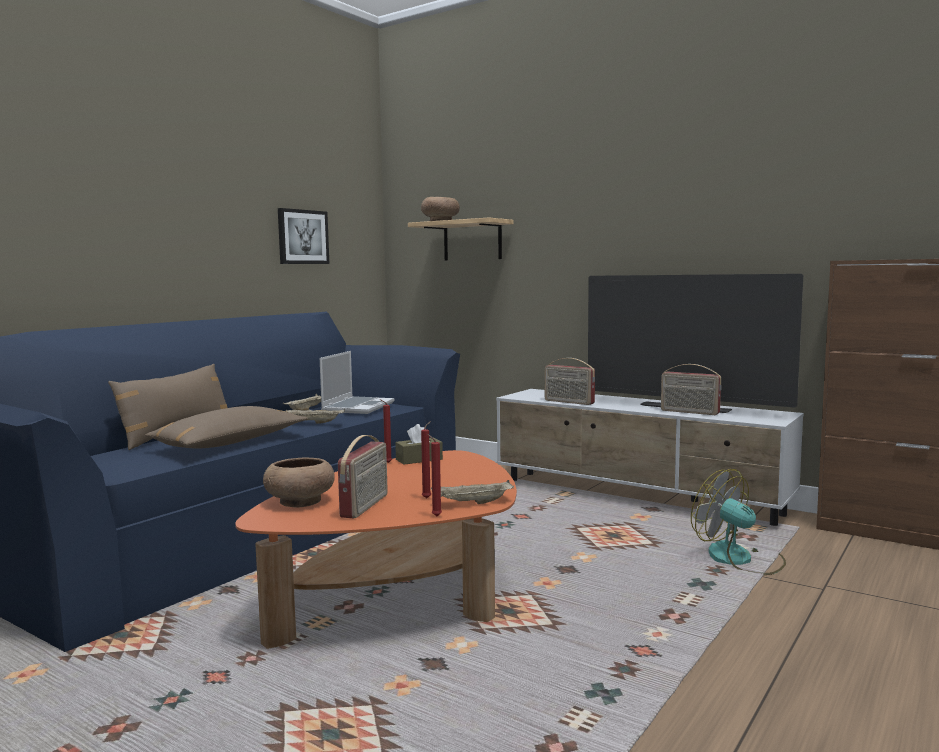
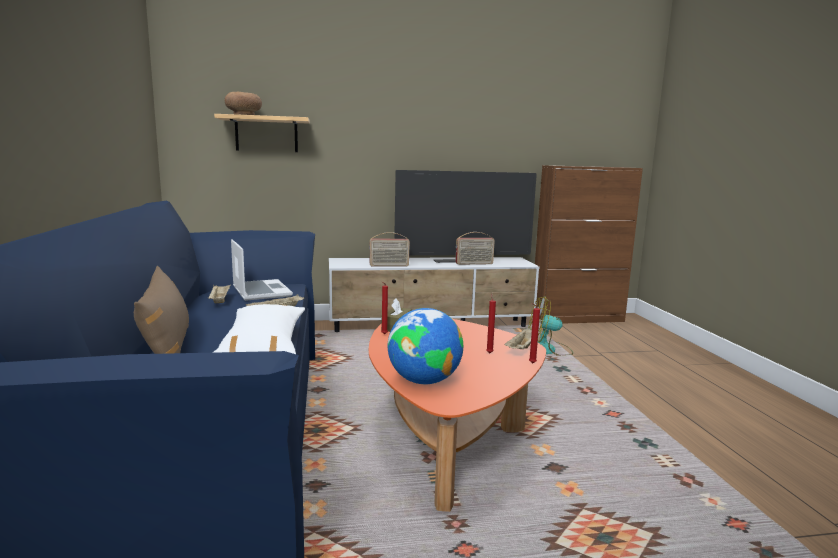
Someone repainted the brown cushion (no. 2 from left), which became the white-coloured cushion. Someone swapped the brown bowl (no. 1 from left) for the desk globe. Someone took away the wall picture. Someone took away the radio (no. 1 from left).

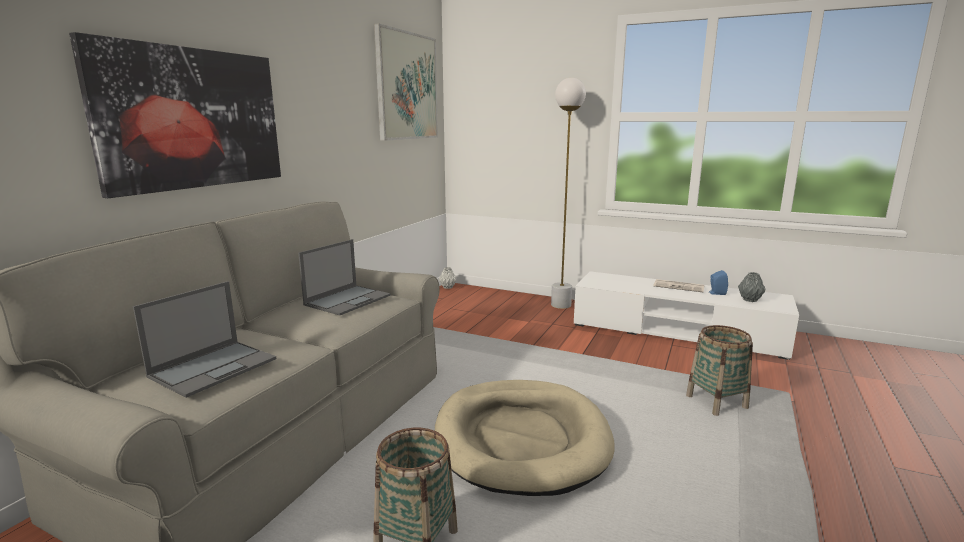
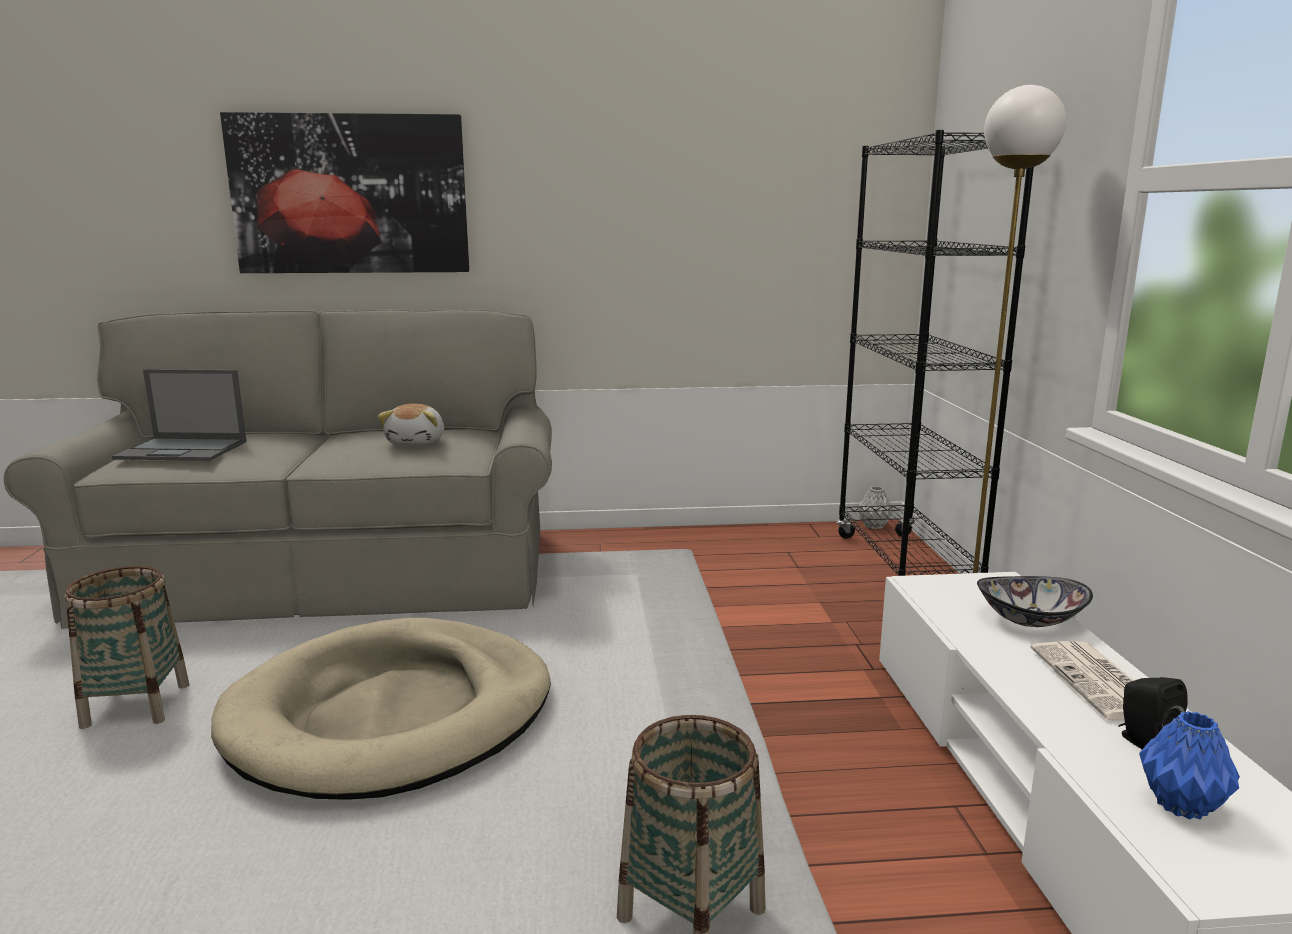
Someone swapped the portable computer (no. 2 from left) for the plush toy. Someone put down the black shelving unit. Someone put down the bowl. Someone repainted the blue-coloured speaker, which became the black speaker. Someone repainted the greyish decorative vase (no. 2 from left), which became the blue-coloured decorative vase. Someone took away the wall picture (no. 2 from left).

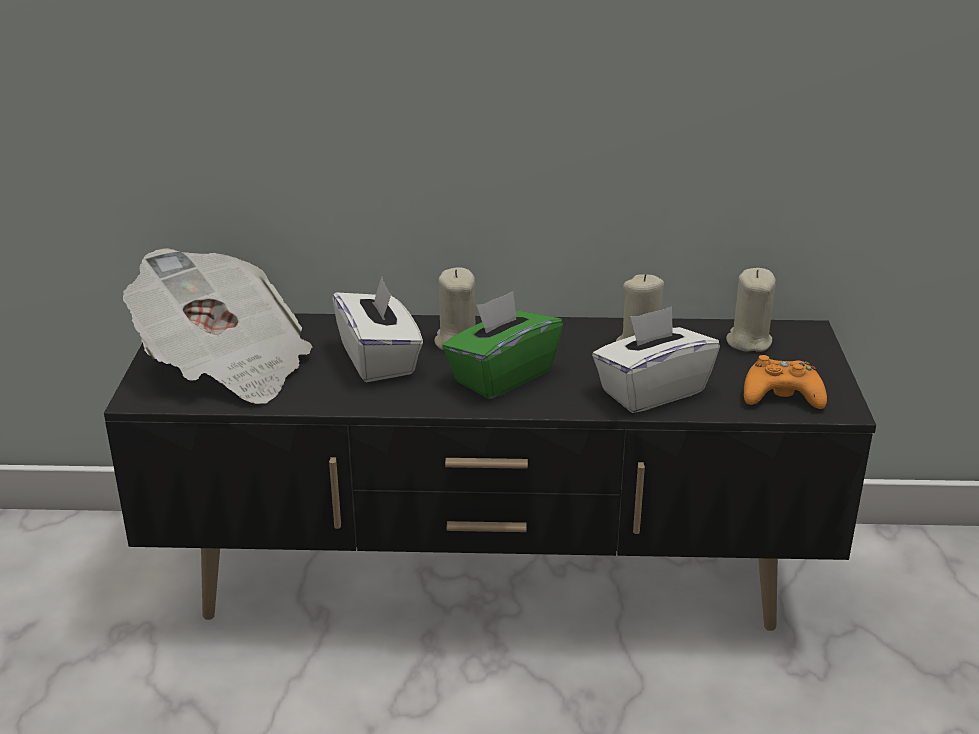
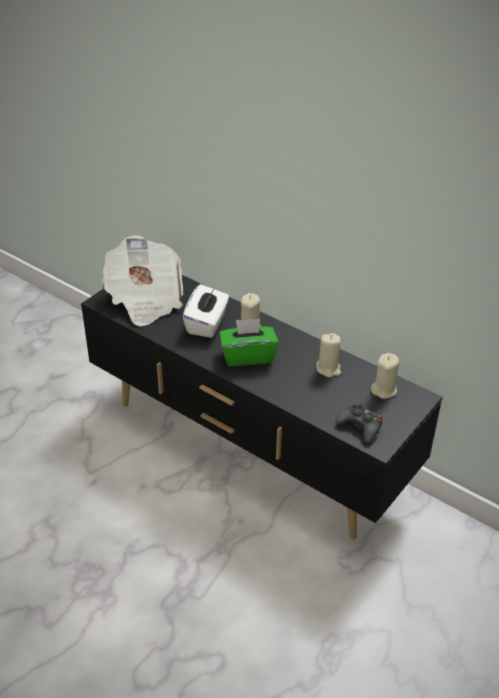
Someone repainted the orange gamepad, which became the black gamepad. Someone took away the white-coloured tissue holder (no. 2 from left).

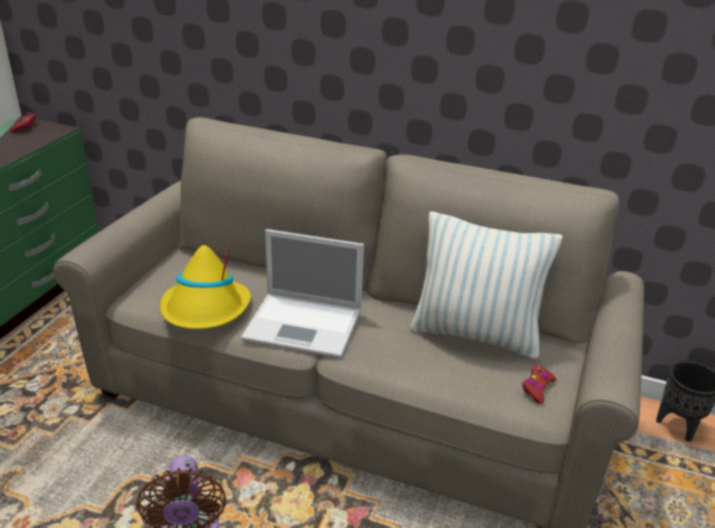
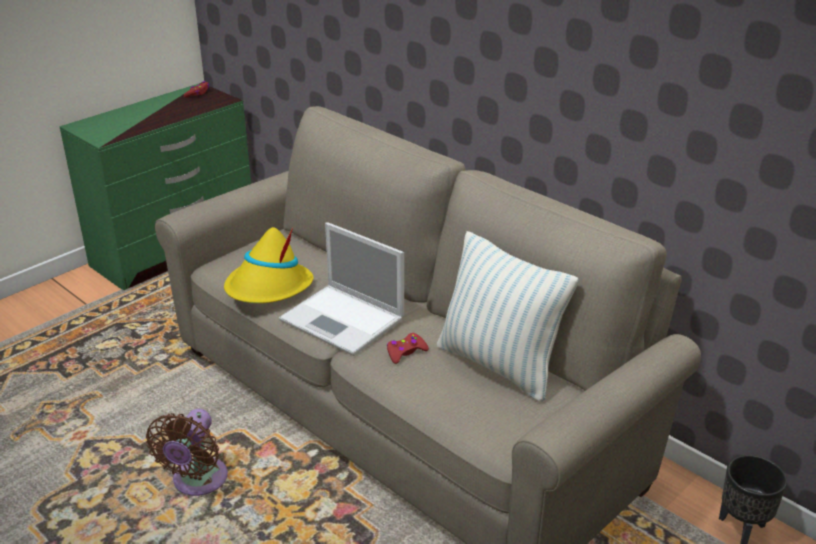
Someone carried the red-coloured gamepad (no. 2 from left).

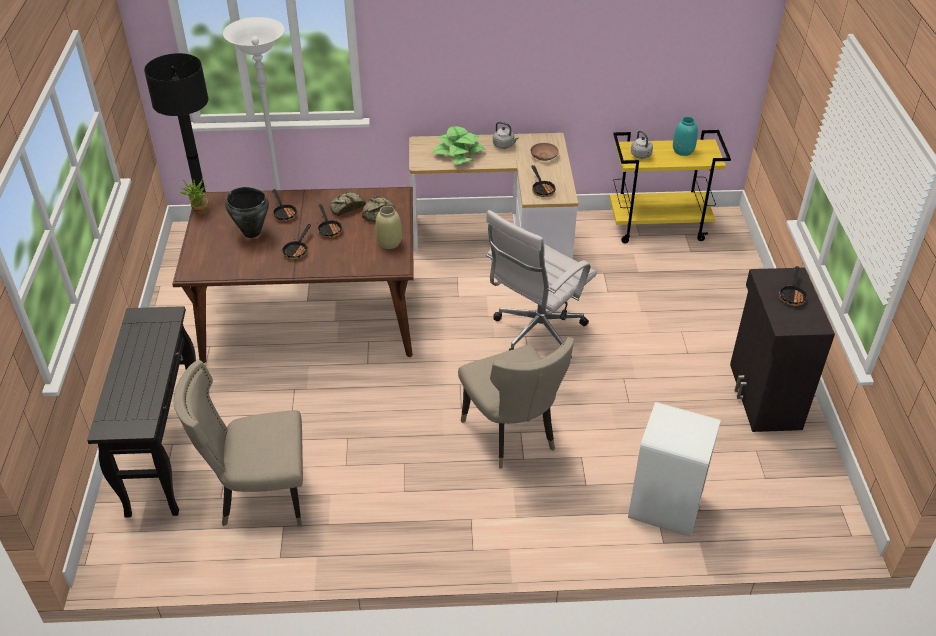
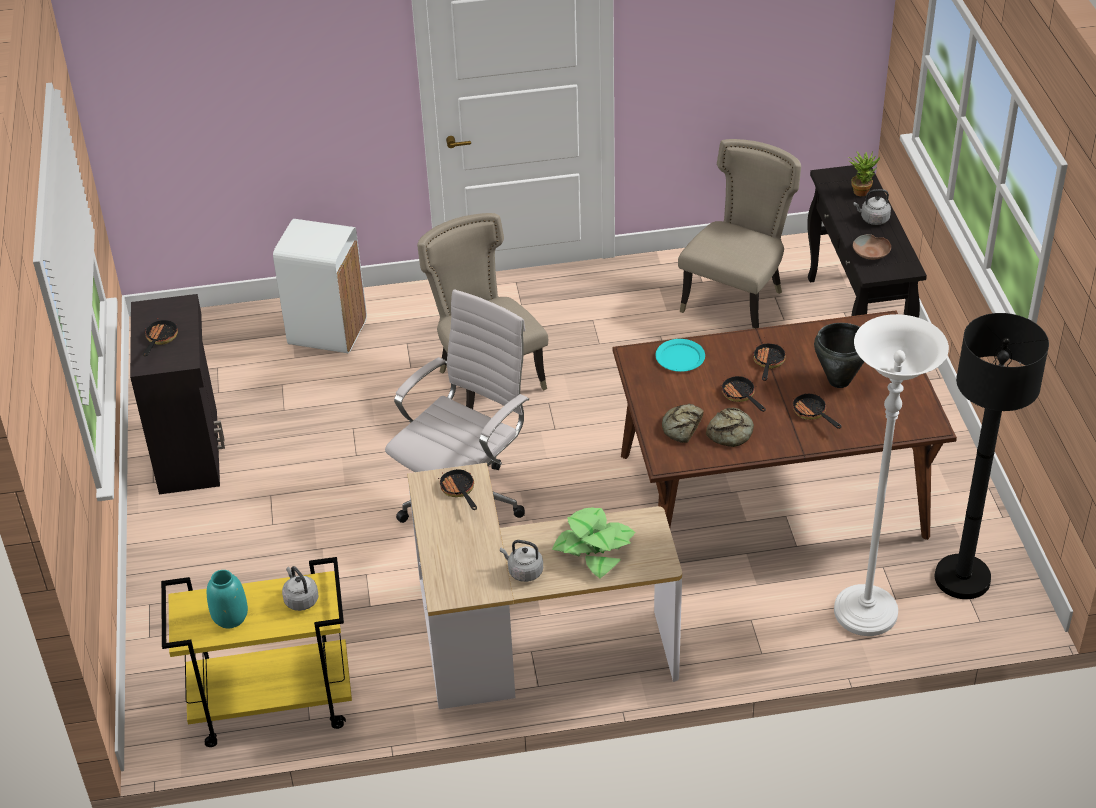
Someone put down the turquoise-coloured plate. Someone rotated the beige upright chair (no. 1 from left in the first image) by 45 degrees counterclockwise. Someone carried the plant in a pot (no. 1 from left in the first image). Someone carried the brown bowl. Someone put down the greyish tea kettle (no. 3 from left). Someone took away the beige decorative vase.

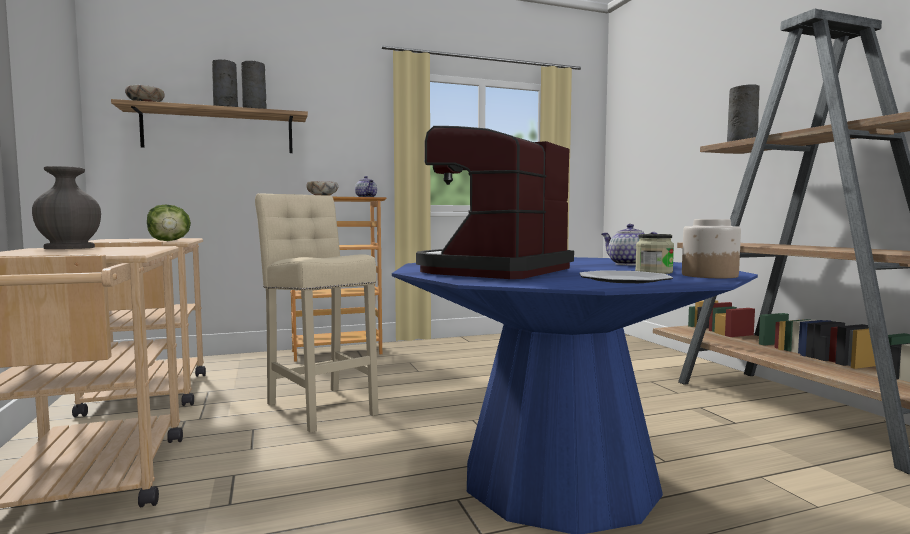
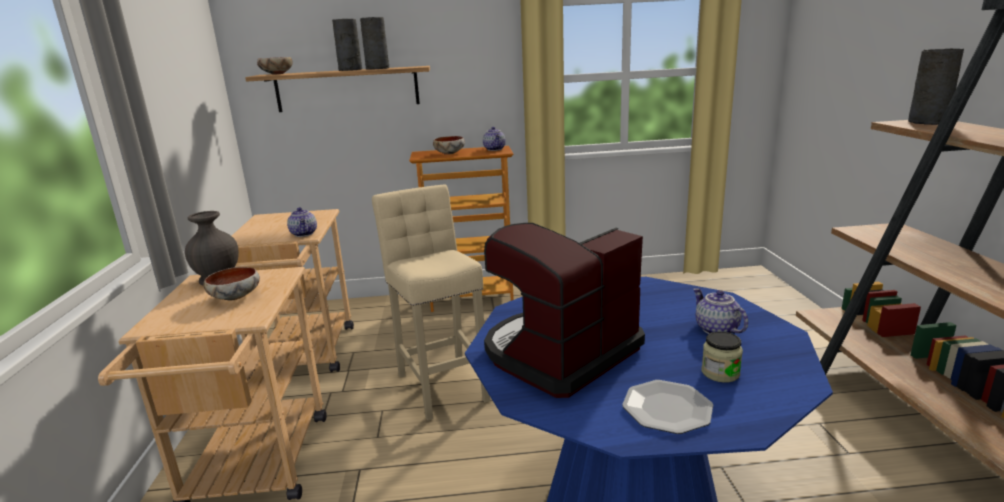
Someone put down the bowl (no. 1 from left). Someone swapped the lettuce head for the tea pot (no. 1 from left). Someone took away the preserve jar (no. 2 from left).

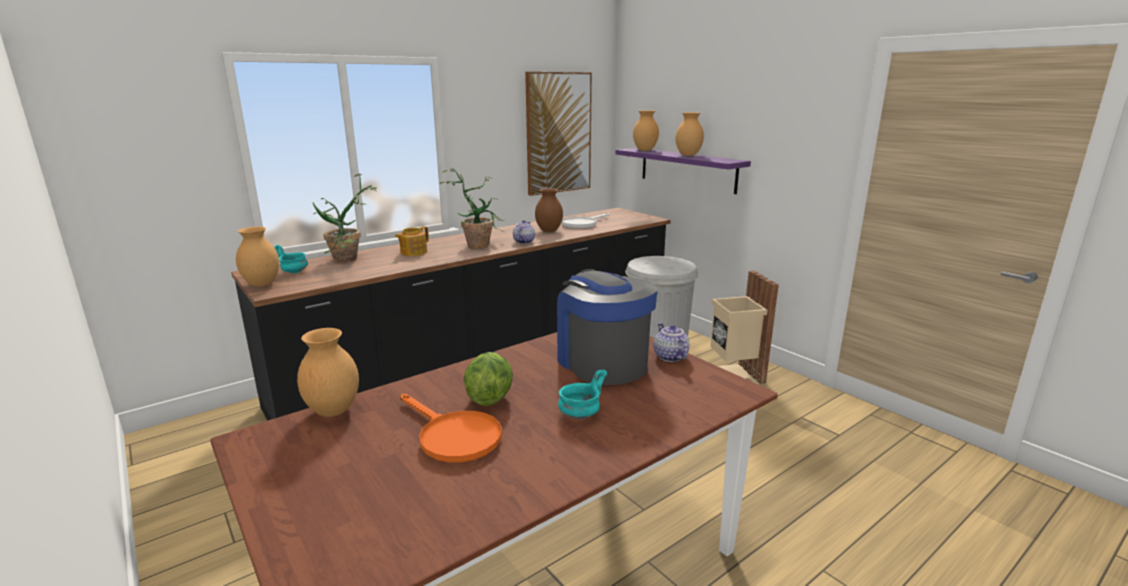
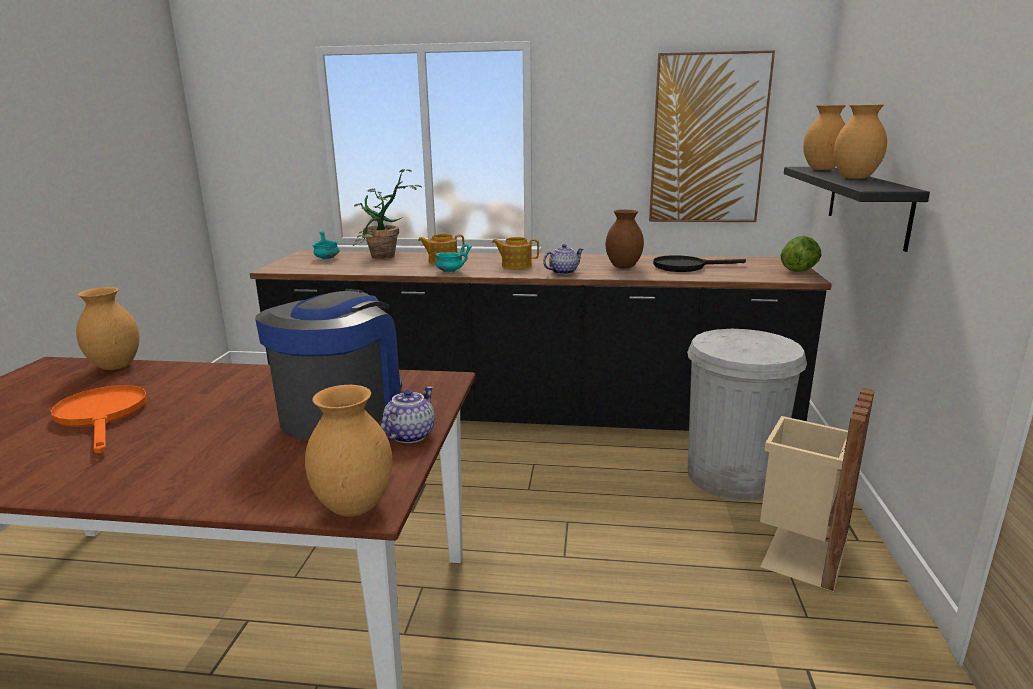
Someone rotated the orange pan by 150 degrees clockwise. Someone carried the brown decorative vase (no. 1 from left in the first image). Someone carried the turquoise-coloured bowl (no. 2 from left). Someone swapped the plant in a pot (no. 2 from left) for the tea pot (no. 3 from left). Someone repainted the white-coloured pan, which became the black pan. Someone carried the lettuce head. Someone repainted the purple wall shelf, which became the black wall shelf.

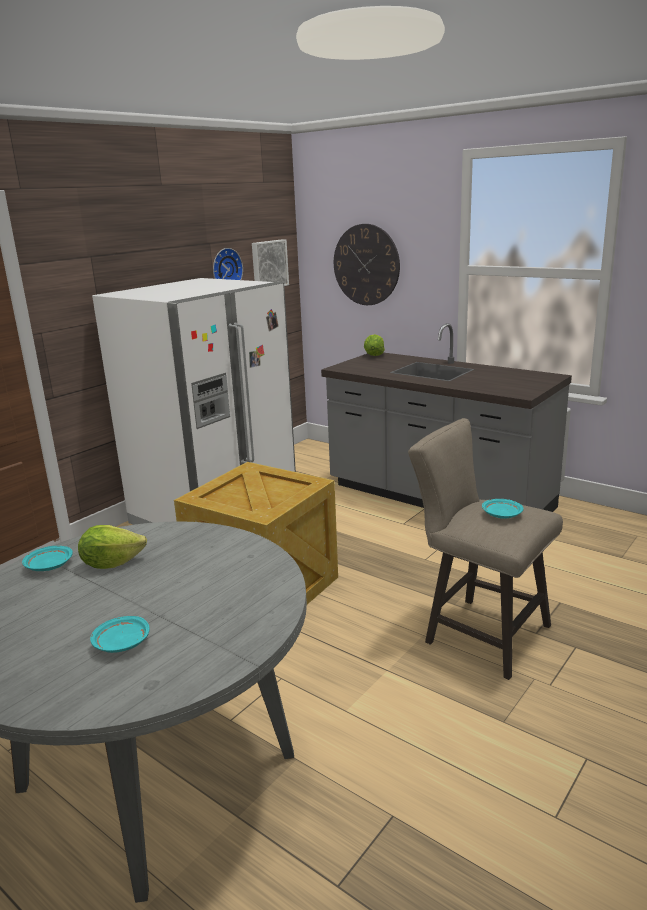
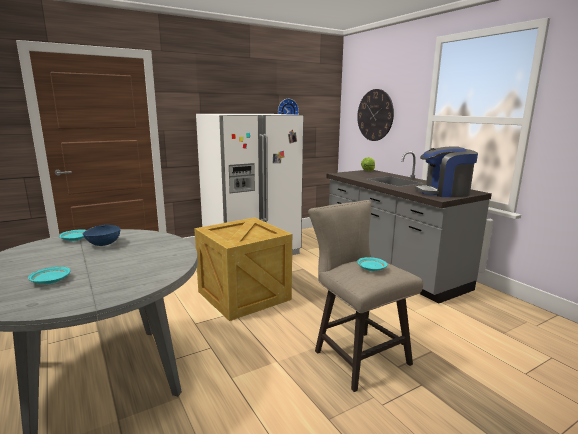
Someone swapped the lettuce head (no. 1 from left) for the blue-coloured bowl. Someone put down the coffee machine. Someone took away the wall picture.

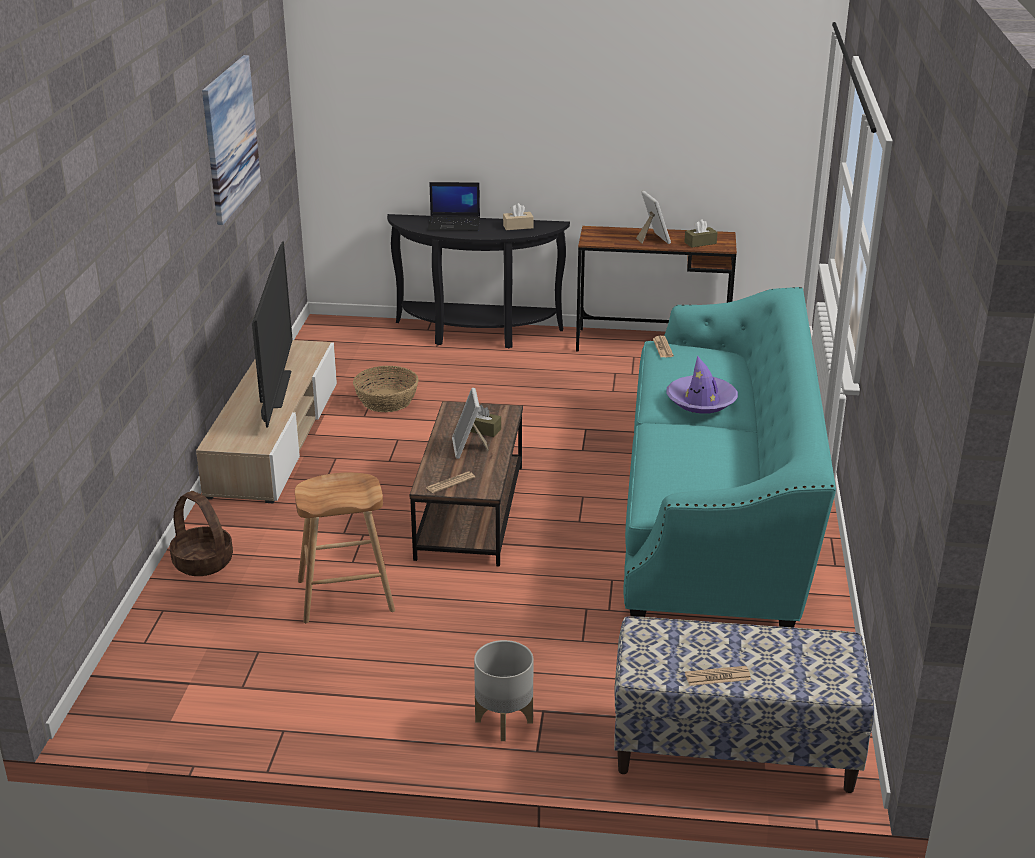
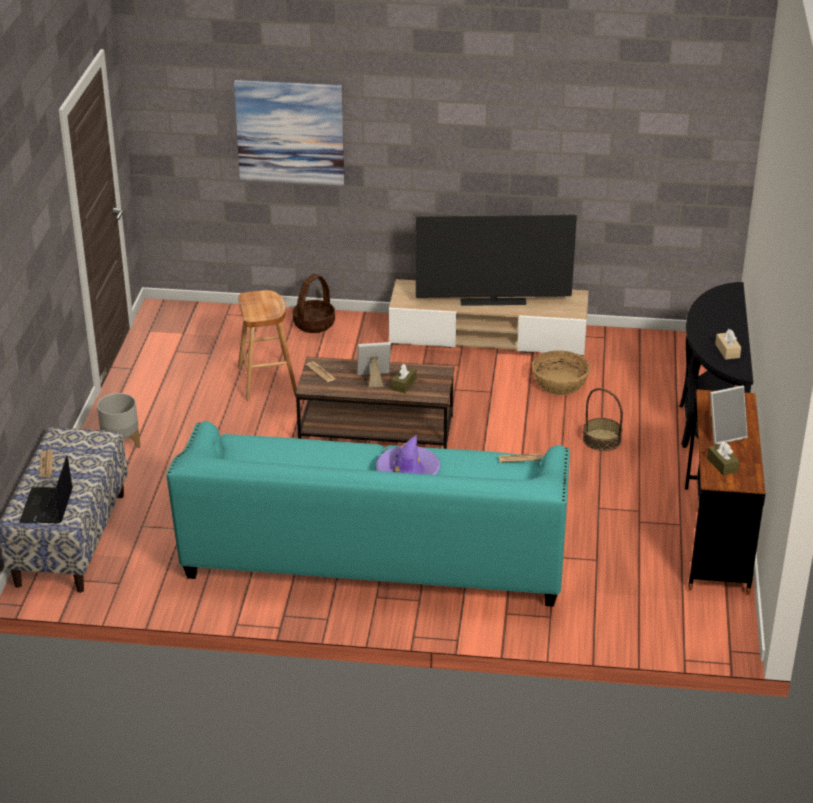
Someone carried the portable computer. Someone carried the wall picture. Someone put down the storage basket (no. 3 from left).

